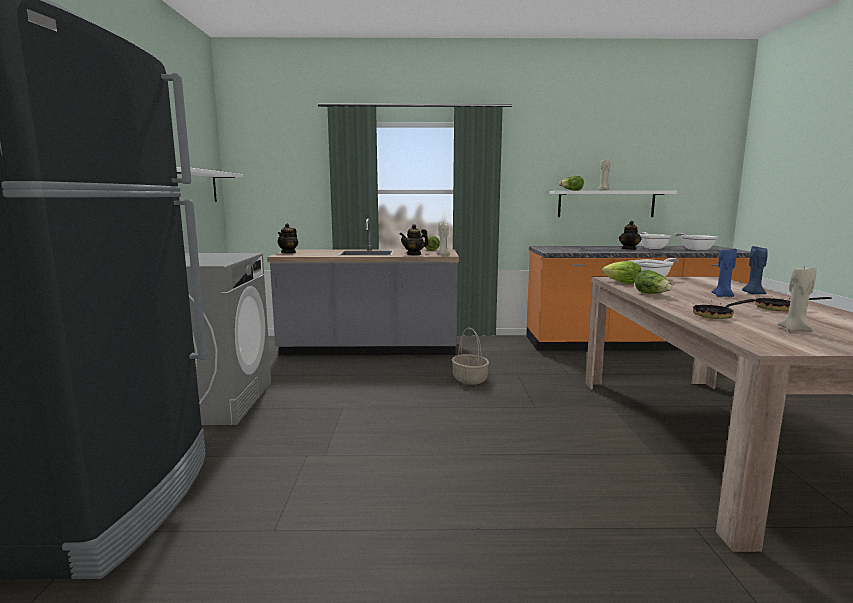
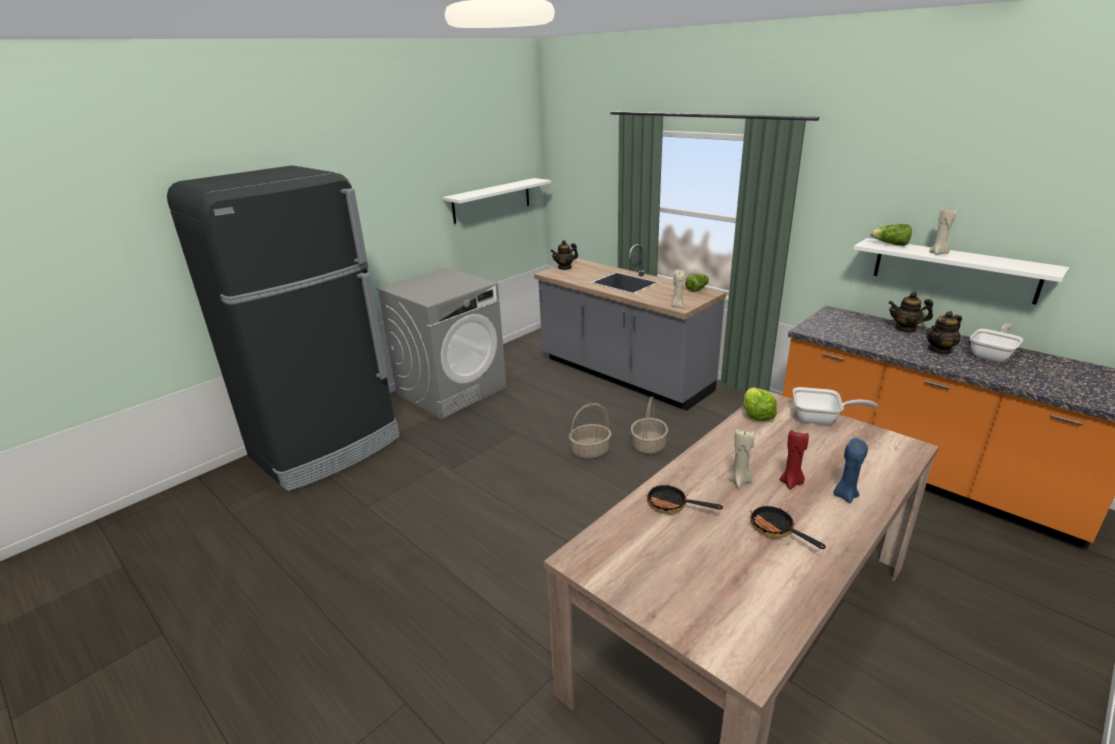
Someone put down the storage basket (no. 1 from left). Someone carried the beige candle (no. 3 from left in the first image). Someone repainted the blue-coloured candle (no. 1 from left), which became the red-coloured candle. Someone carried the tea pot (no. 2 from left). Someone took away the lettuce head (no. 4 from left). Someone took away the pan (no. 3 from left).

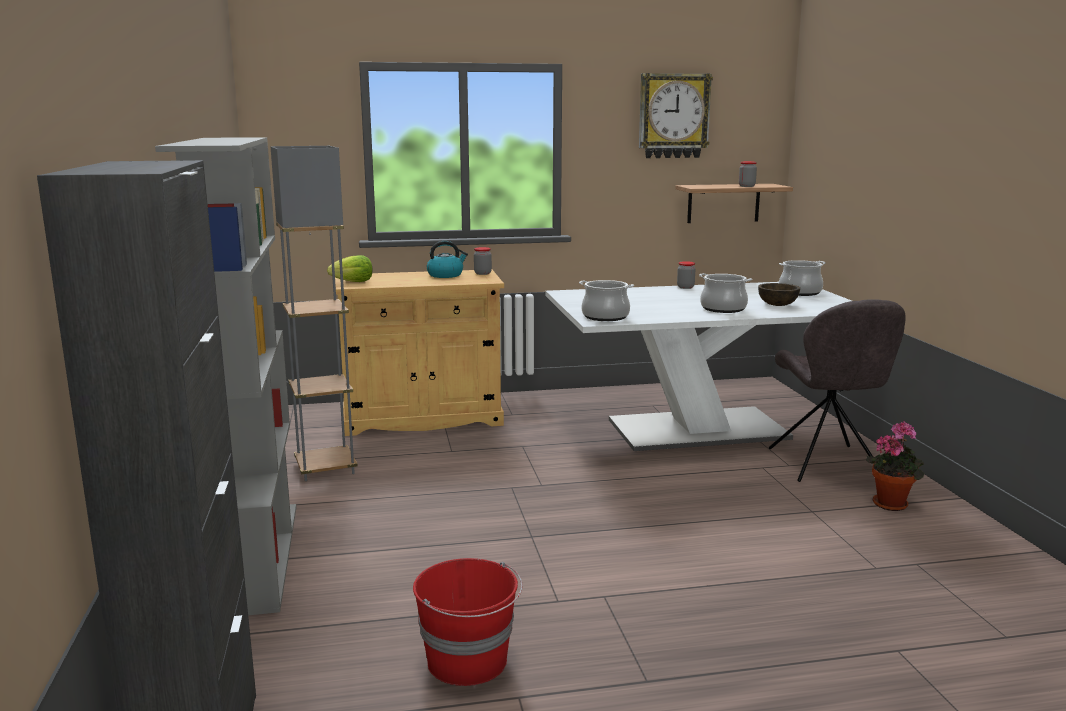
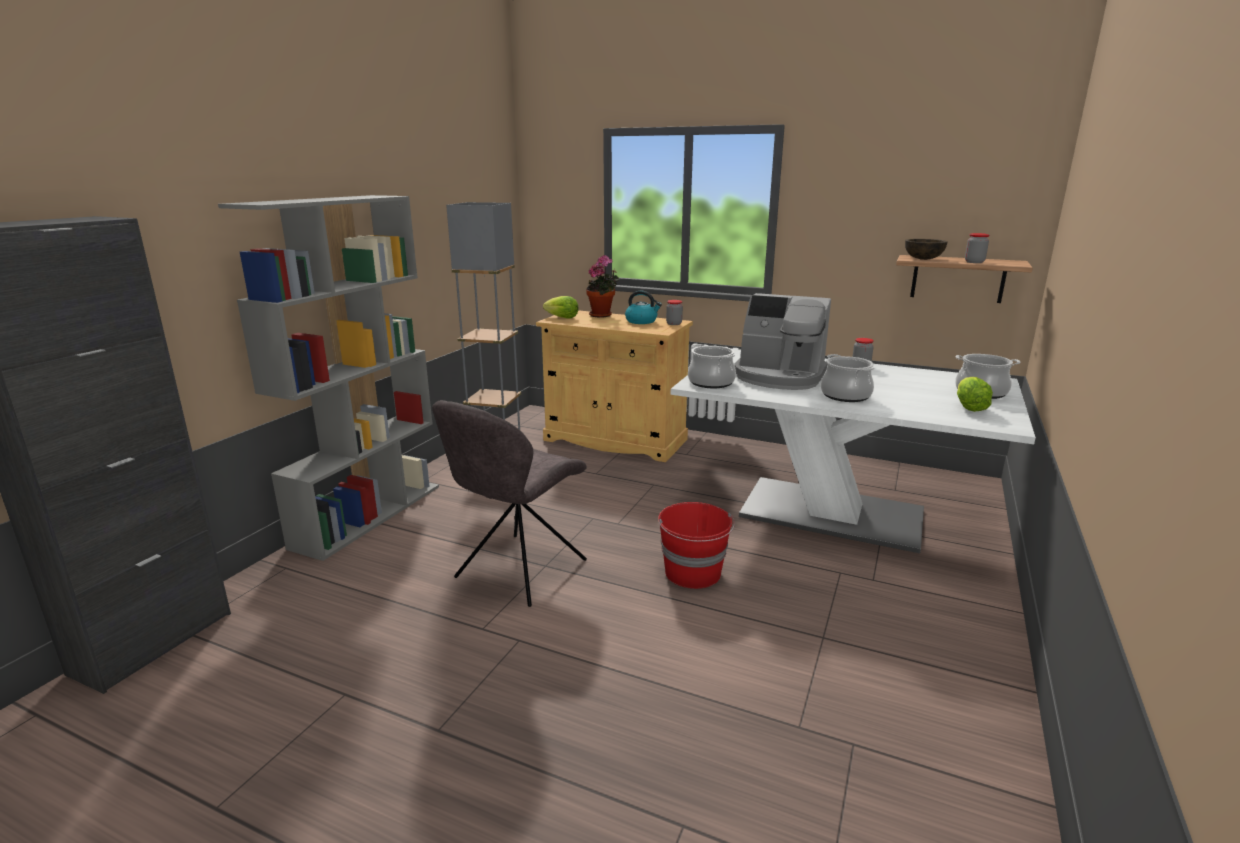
Someone carried the greyish upright chair. Someone carried the plant in a pot. Someone carried the red-coloured water bucket. Someone put down the coffee machine. Someone carried the brown bowl. Someone put down the lettuce head (no. 2 from left). Someone took away the clock on the wall.

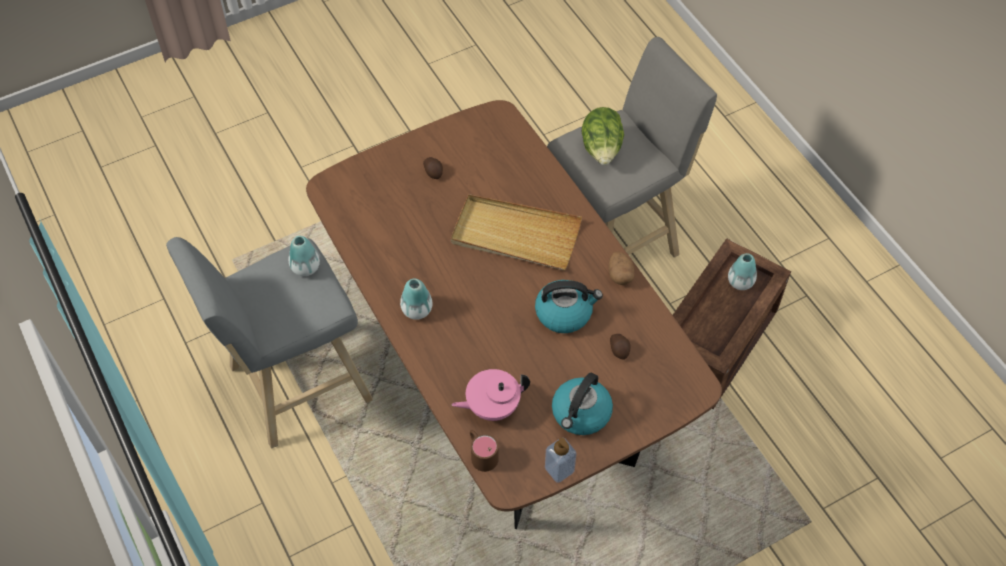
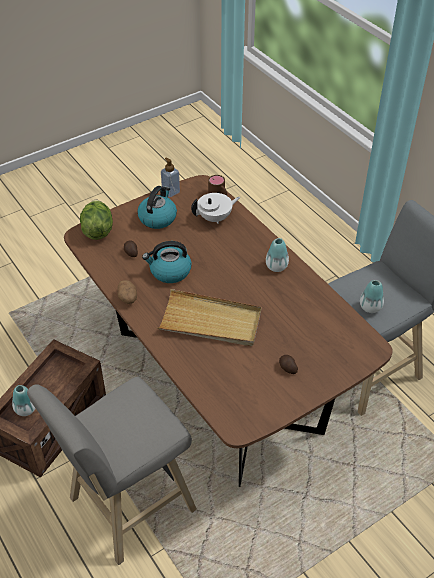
Someone carried the lettuce head. Someone repainted the pink tea pot, which became the white-coloured tea pot.

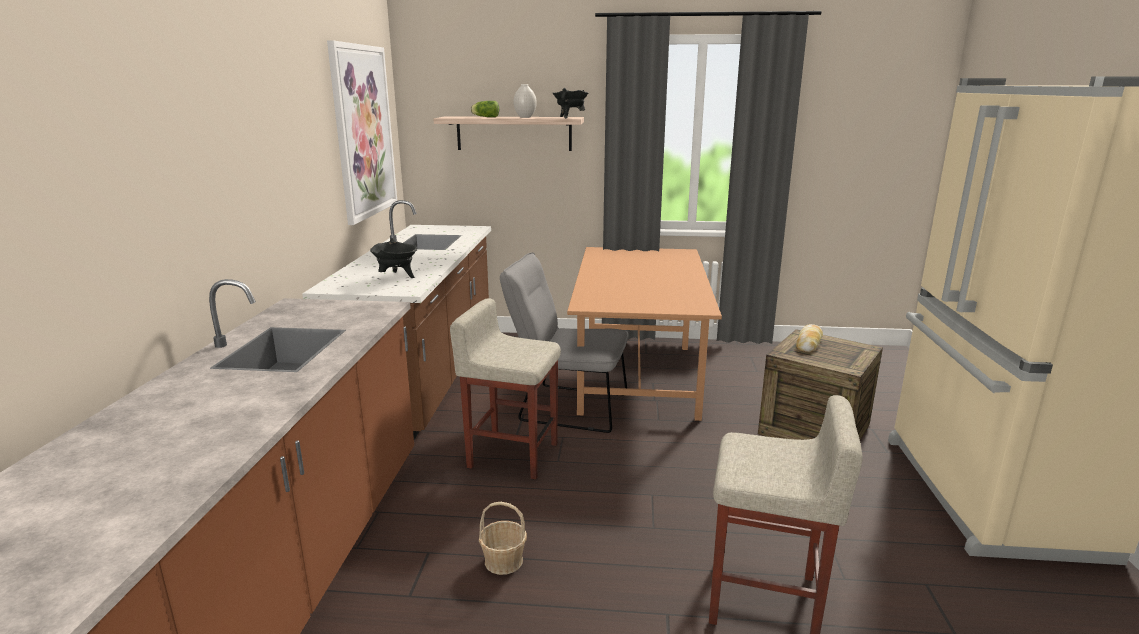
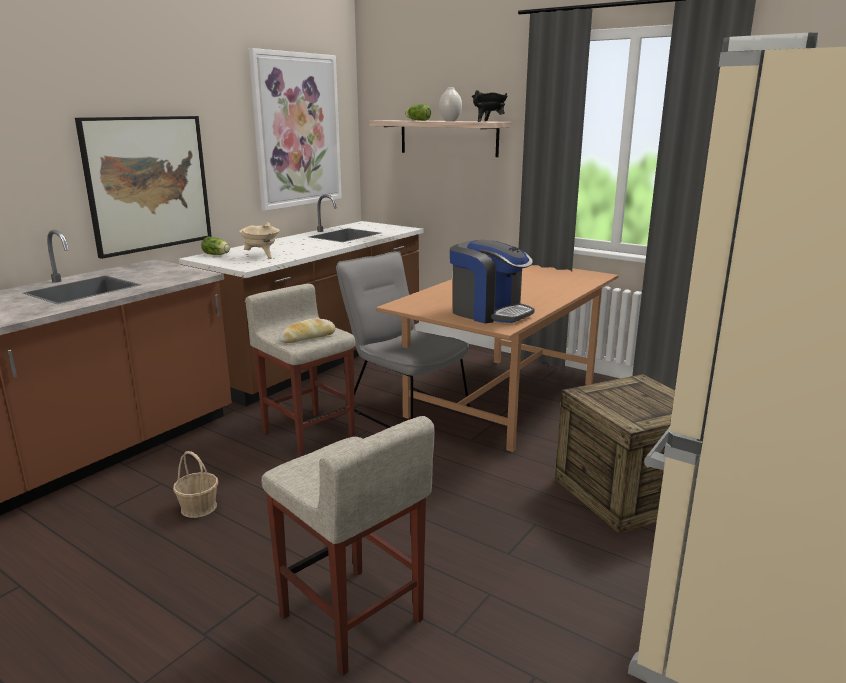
Someone put up the wall picture (no. 1 from left). Someone put down the lettuce head (no. 1 from left). Someone repainted the black saucepot (no. 1 from left), which became the beige saucepot. Someone carried the bread. Someone put down the coffee machine.

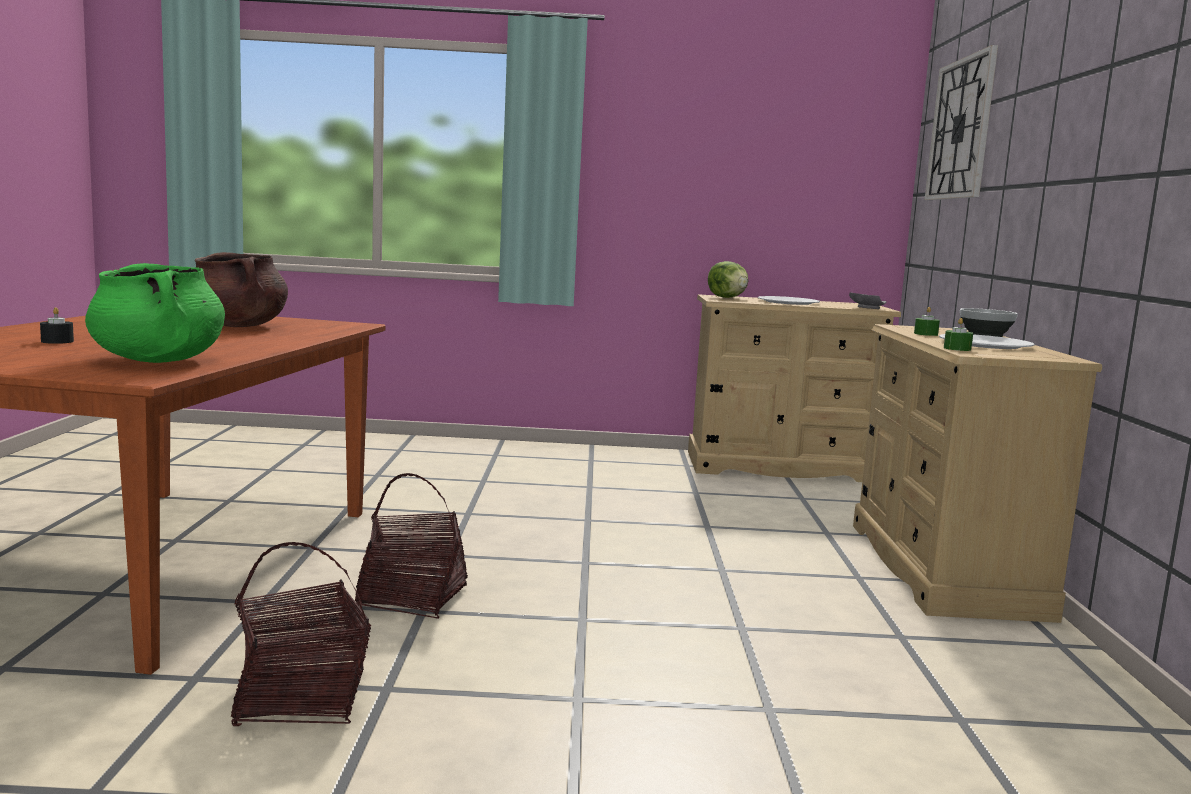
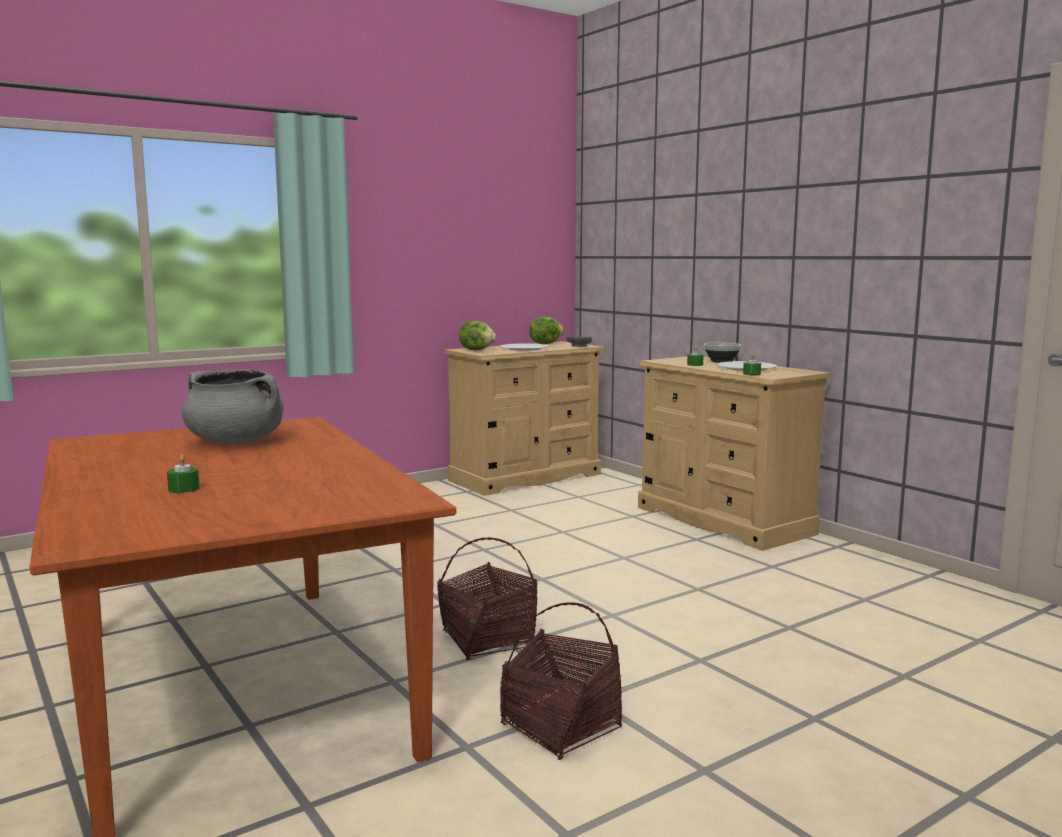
Someone repainted the black candle, which became the green-coloured candle (no. 1 from left). Someone repainted the brown saucepot, which became the greyish saucepot. Someone put down the lettuce head (no. 2 from left). Someone took away the green-coloured saucepot. Someone took away the clock on the wall.

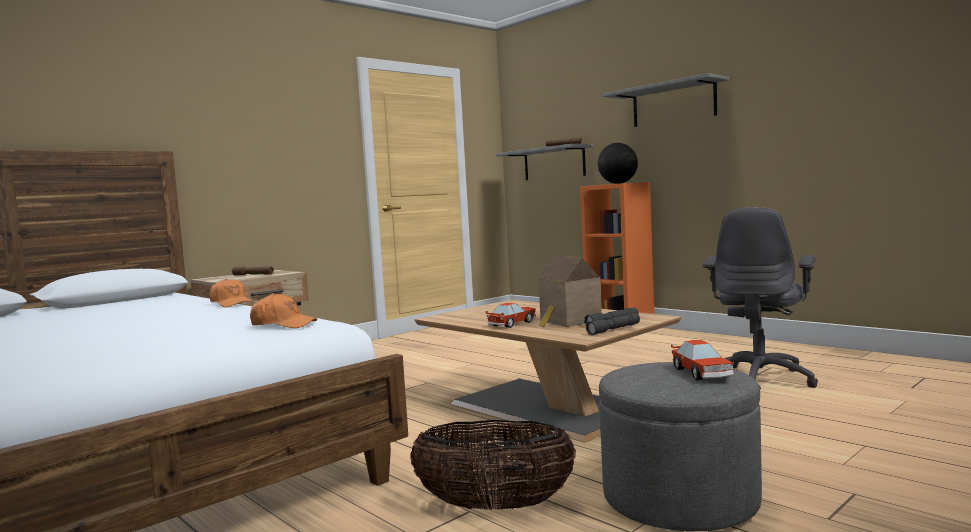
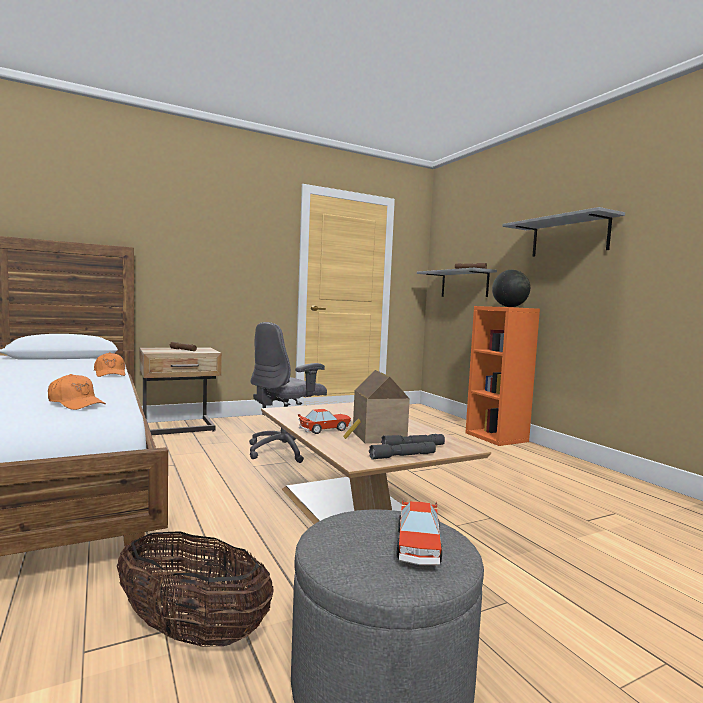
Someone carried the greyish office chair.

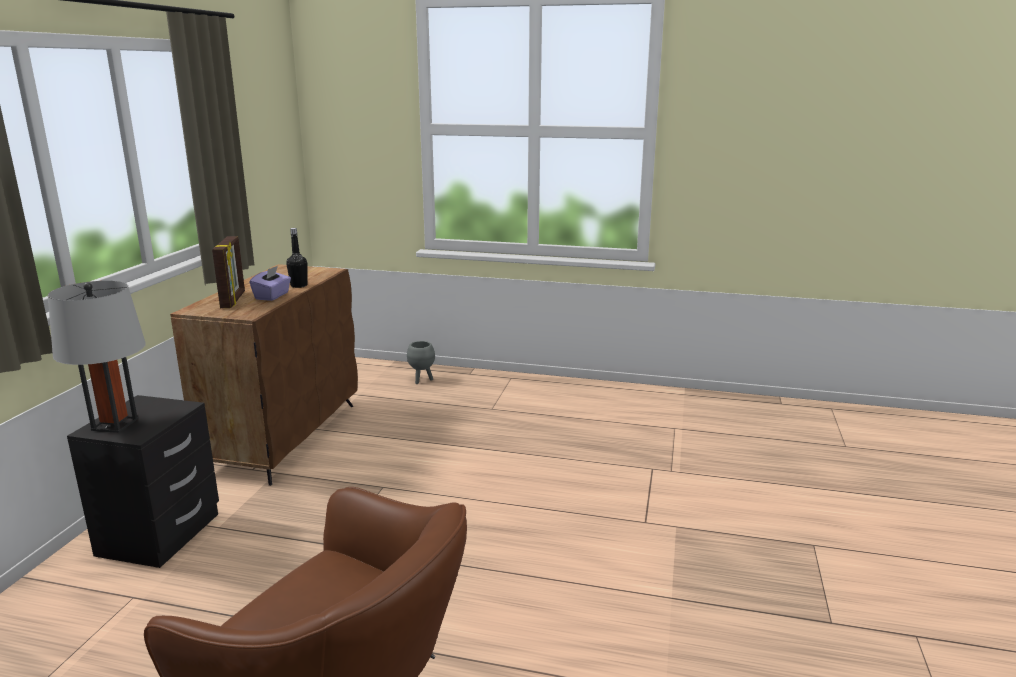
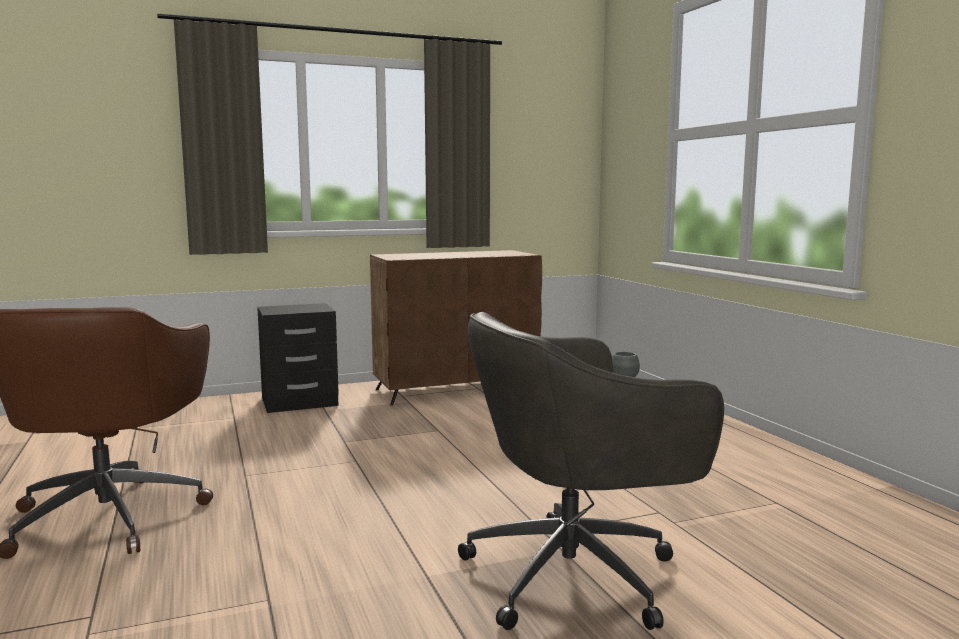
Someone put down the greyish office chair. Someone took away the greyish table lamp. Someone took away the photo frame. Someone took away the purple tissue holder. Someone took away the black bottle.

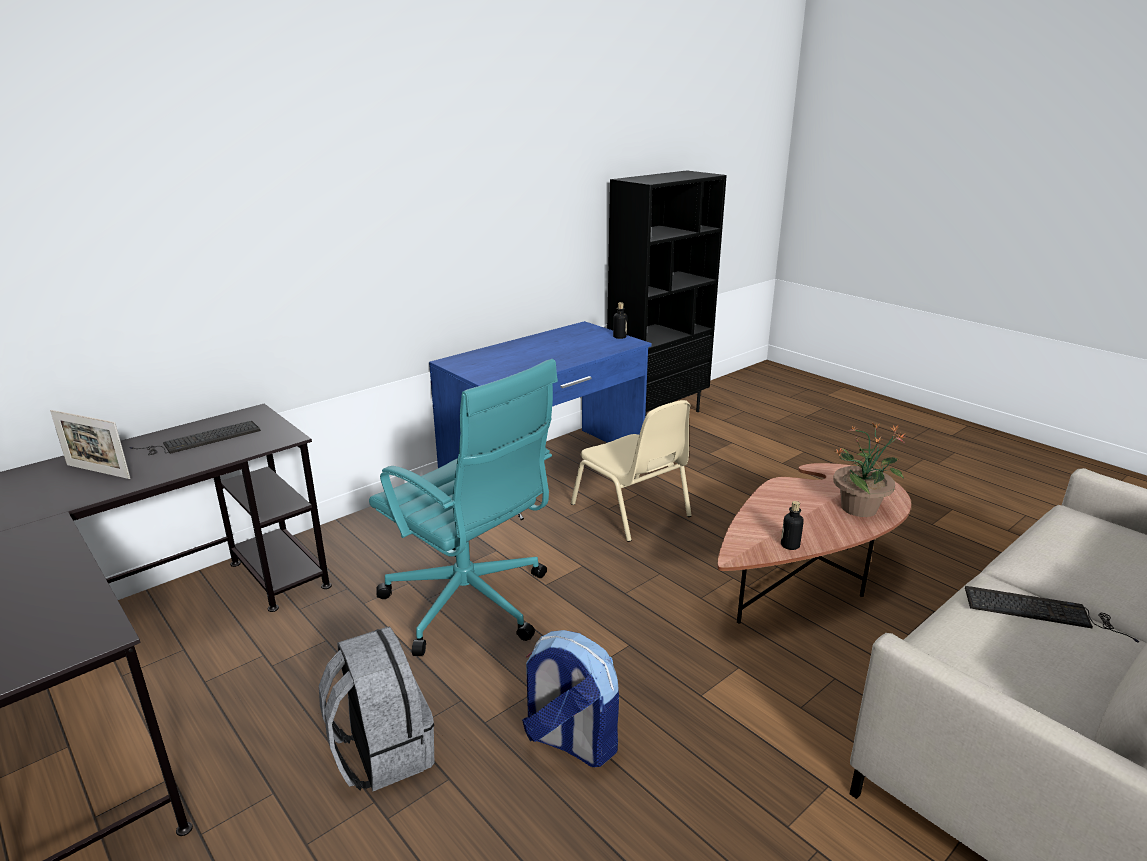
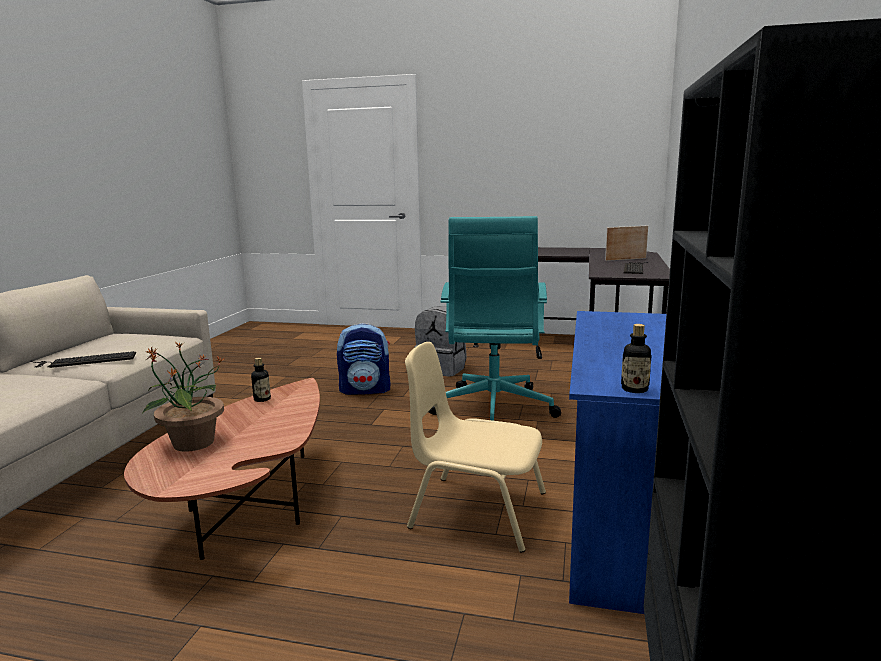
Someone rotated the turquoise-coloured office chair by 90 degrees counterclockwise.

